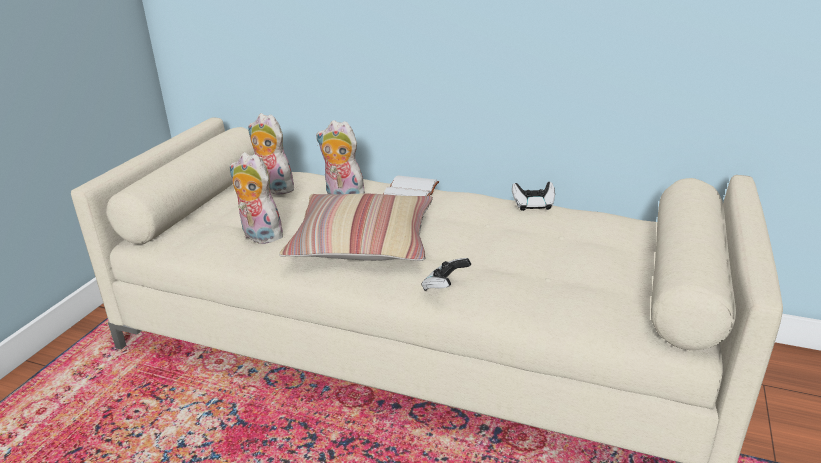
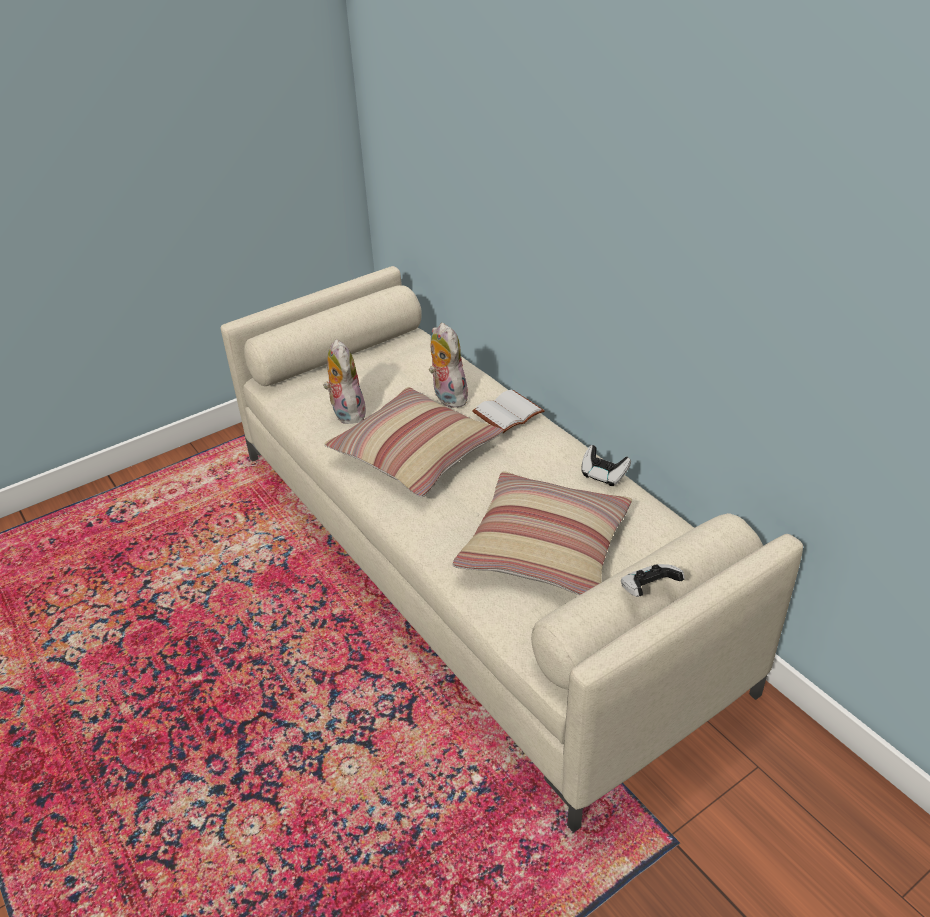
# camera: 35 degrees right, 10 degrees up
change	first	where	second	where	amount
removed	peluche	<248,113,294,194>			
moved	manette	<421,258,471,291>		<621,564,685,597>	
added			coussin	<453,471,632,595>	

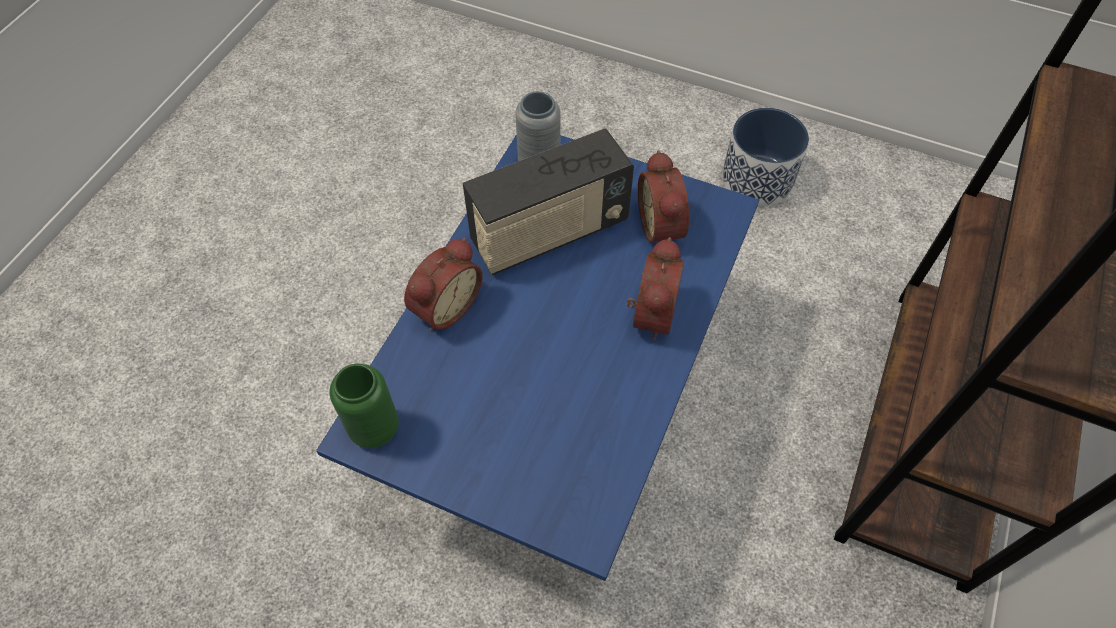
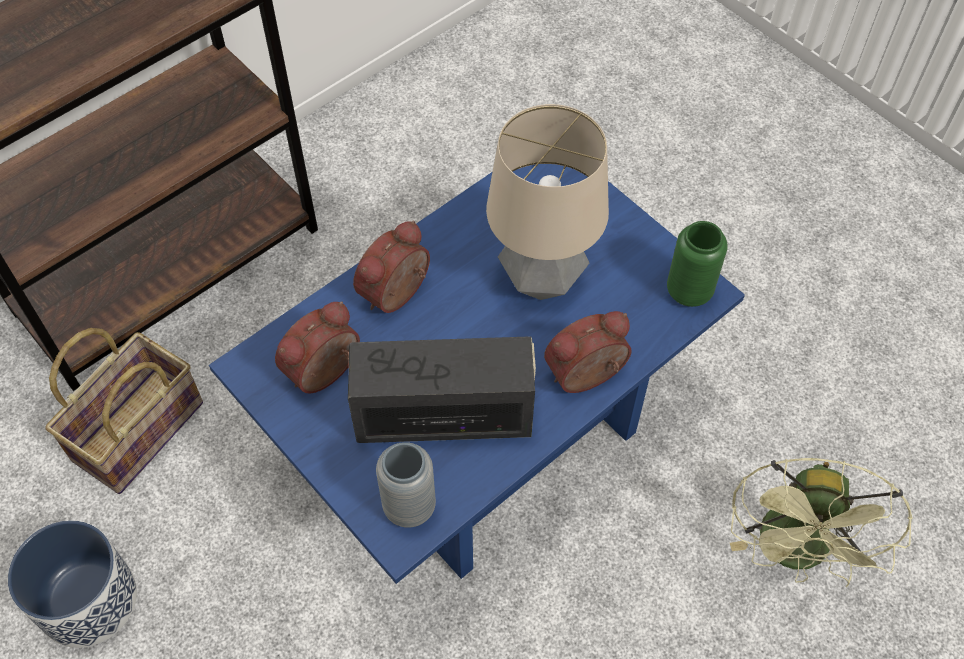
# camera: 155 degrees left, 0 degrees up
change	first	where	second	where	amount
turned	réveil	<638,150,689,243>		<275,301,360,393>	150 degrees counterclockwise
added			panier	<46,328,203,494>	
added			lampe de table	<486,104,609,300>	
added			ventilateur (vert)	<730,458,912,587>	

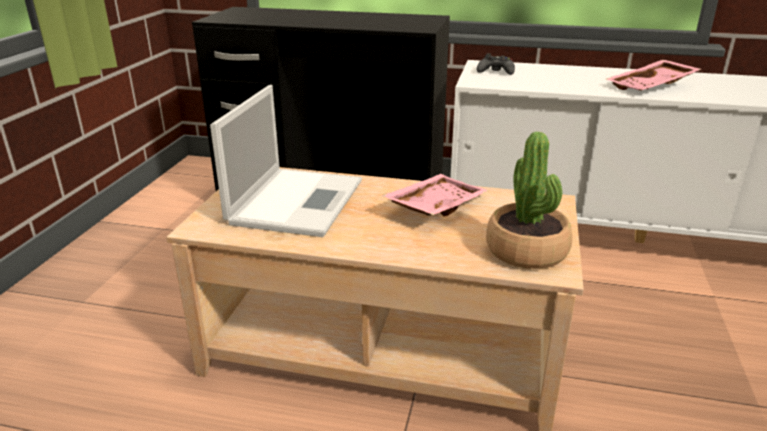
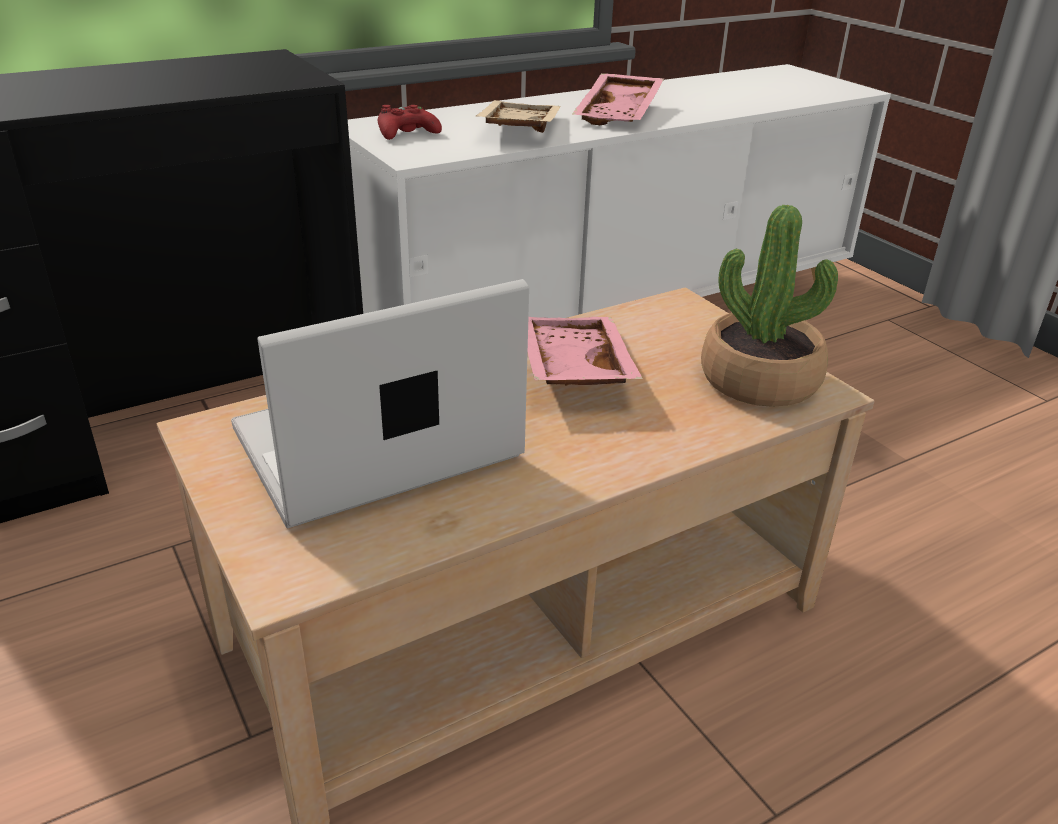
# camera: 45 degrees left, 5 degrees up
change	first	where	second	where	amount
turned	ordinateur portable	<210,85,362,237>		<231,279,529,528>	90 degrees counterclockwise
recoloured	manette (noir)	<477,53,515,75>	manette (rouge)	<378,105,442,140>	
added			plateau (beige)	<476,100,561,133>	

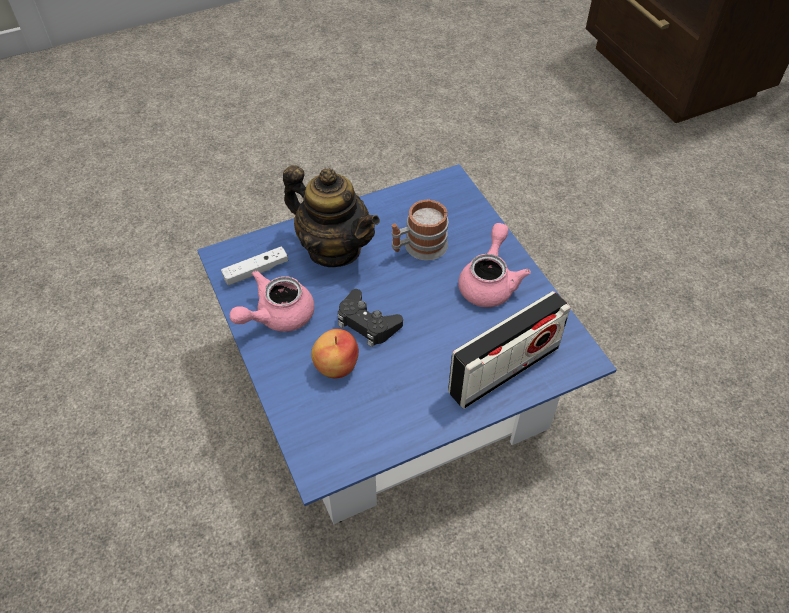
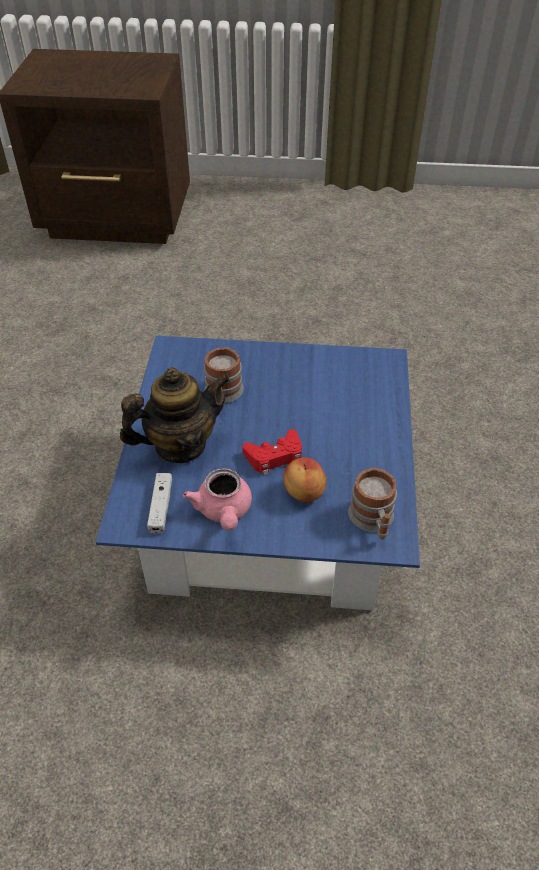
# camera: 60 degrees left, 5 degrees down
change	first	where	second	where	amount
recoloured	manette (noir)	<338,289,403,347>	manette (rouge)	<242,429,302,476>	
removed	radio	<448,291,571,409>			
removed	théière (rose)	<458,223,531,307>			
added			mug	<348,468,397,539>	

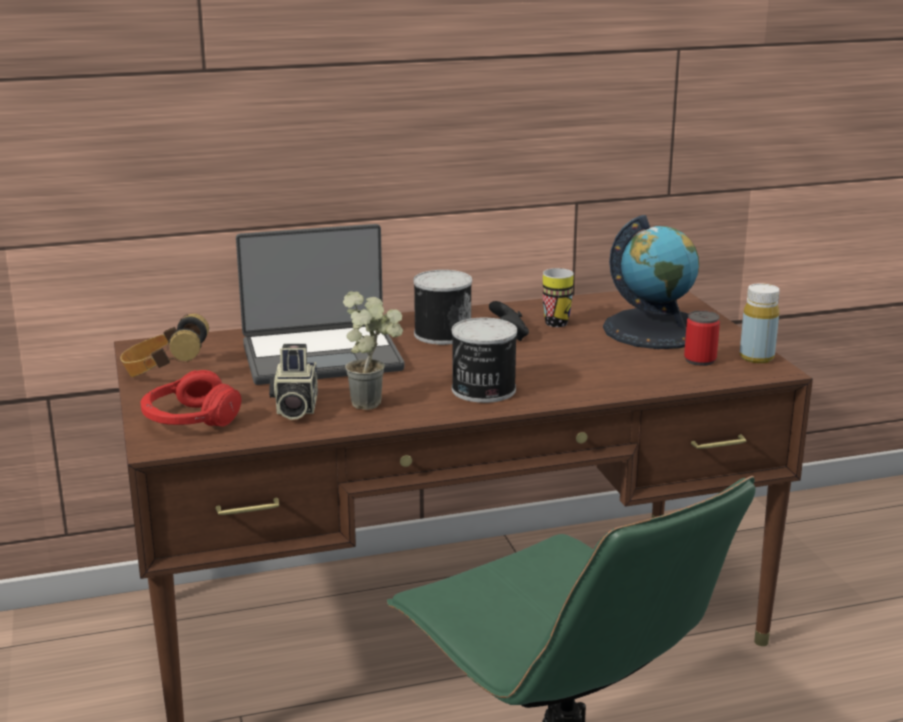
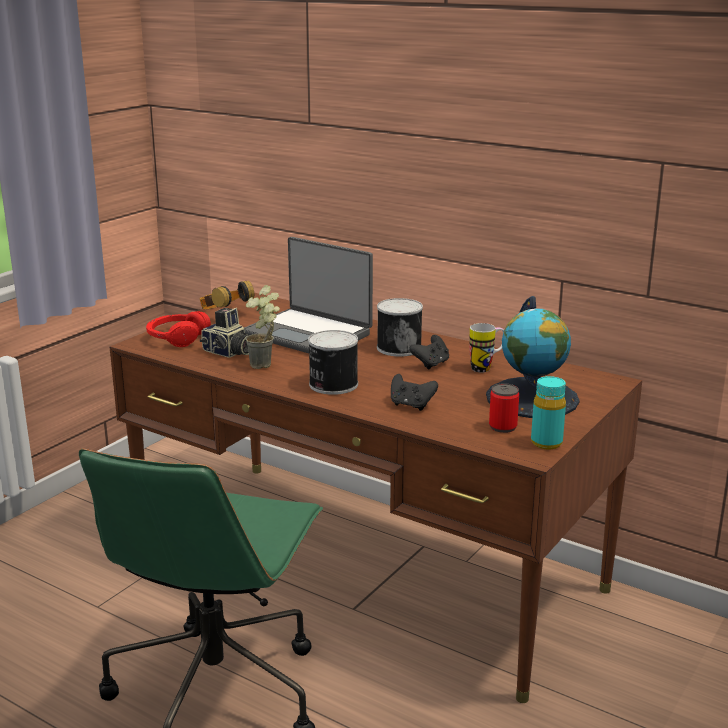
# camera: 50 degrees right, 0 degrees up
change	first	where	second	where	amount
turned	appareil photo	<269,344,318,420>		<200,308,249,358>	105 degrees counterclockwise
recoloured	bouteille (jaune)	<740,283,780,363>	bouteille (turquoise)	<531,376,566,449>	
added			manette (noir)	<391,374,438,411>	

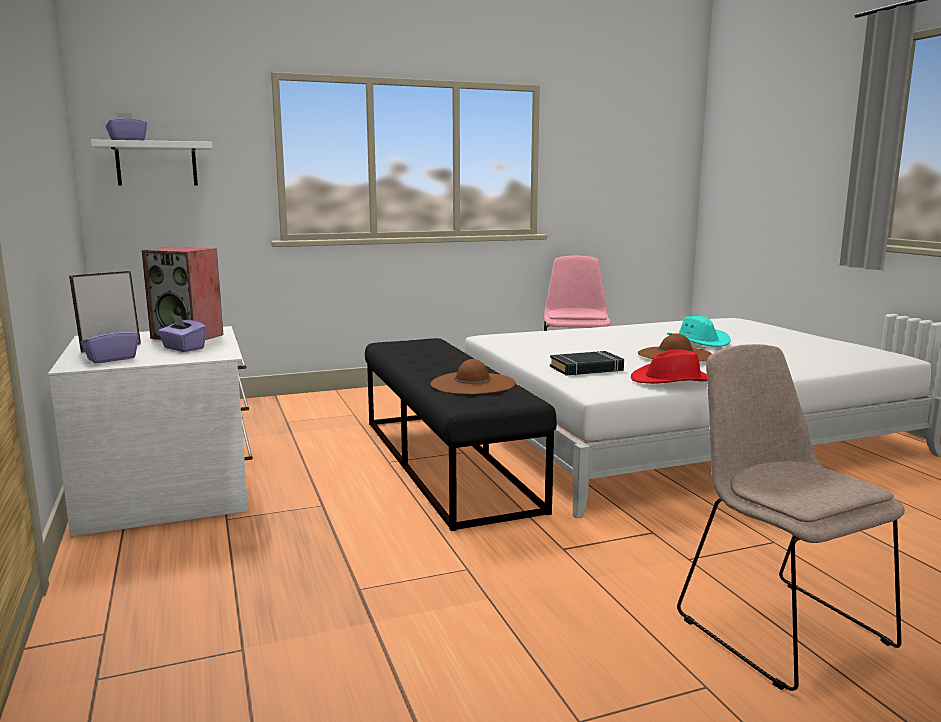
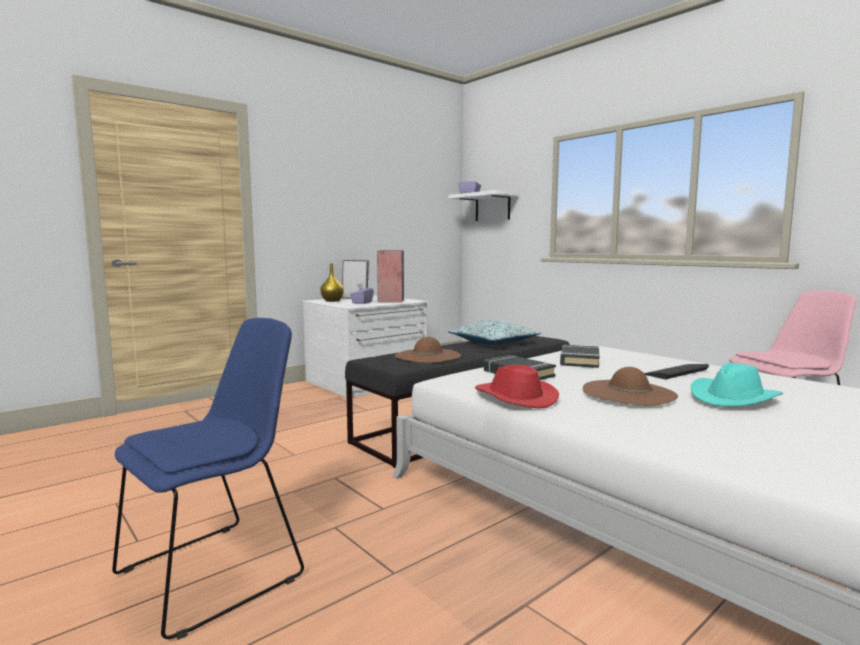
# camera: 70 degrees right, 5 degrees down
change	first	where	second	where	amount
replaced	boîte à mouchoirs (violet)	<81,321,139,363>	vase (jaune)	<320,263,344,302>	
recoloured	chaise (beige)	<677,344,905,691>	chaise (bleu)	<112,318,304,640>	
added			coussin	<448,320,542,344>	
added			livre (noir)	<560,345,600,368>	
added			clavier	<644,364,709,379>	

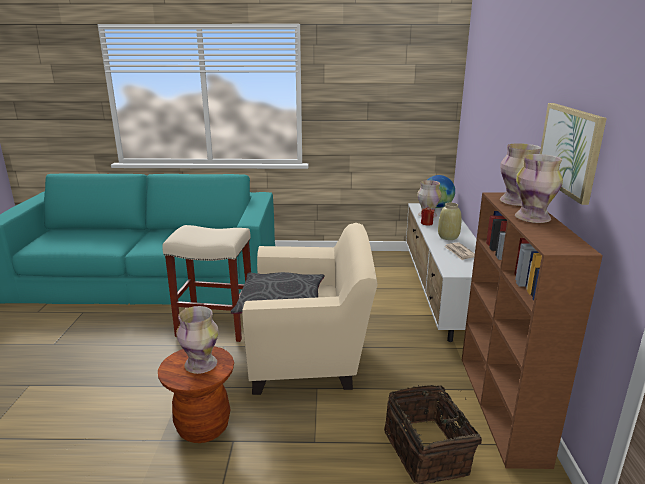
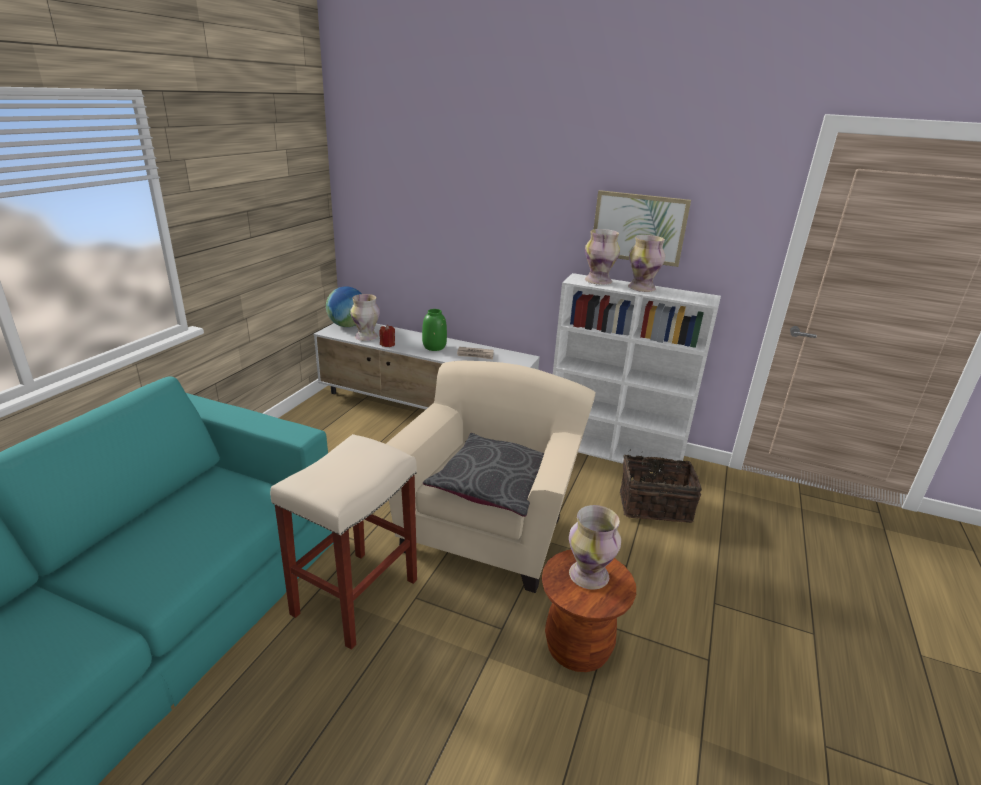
# camera: 70 degrees left, 5 degrees up
change	first	where	second	where	amount
recoloured	vase (beige)	<438,203,461,240>	vase (vert)	<422,309,447,351>	
recoloured	bibliothèque (marron)	<462,192,603,469>	bibliothèque (blanc)	<553,273,721,472>	

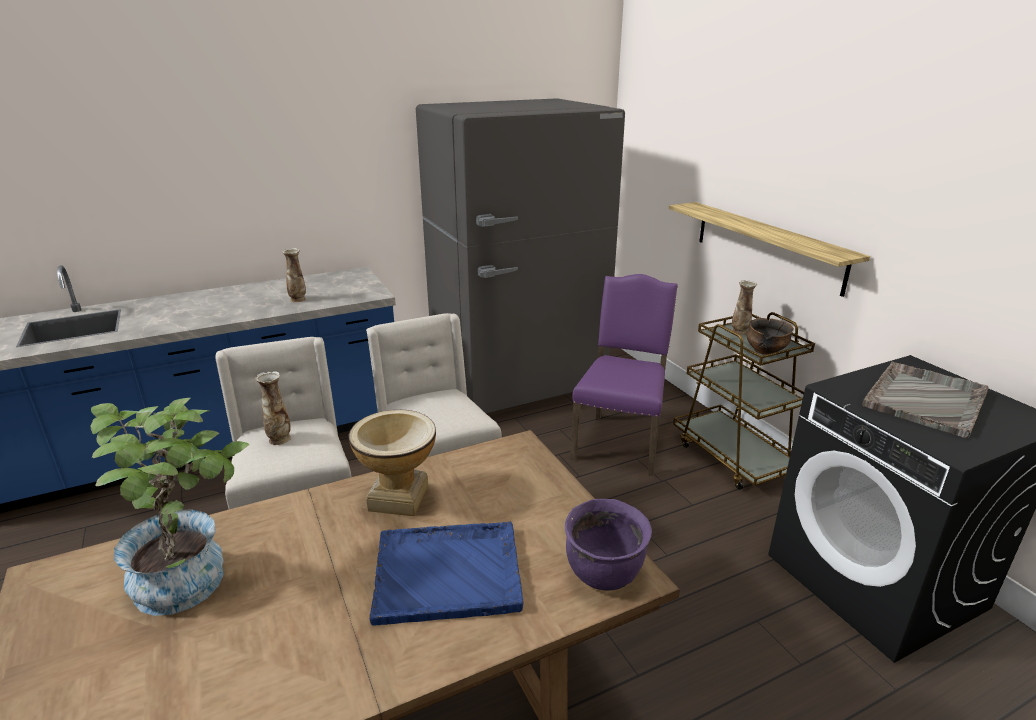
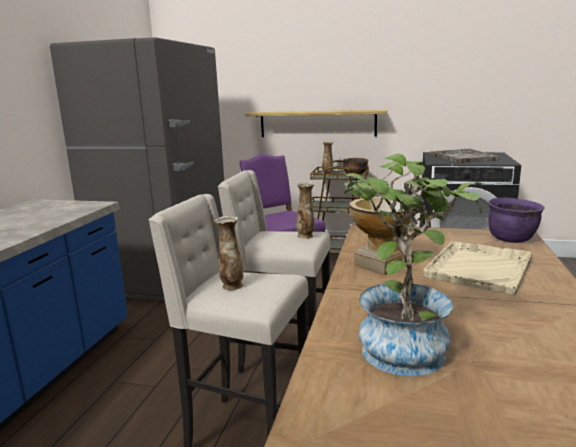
# camera: 50 degrees left, 10 degrees down
change	first	where	second	where	amount
moved	vase	<282,248,306,302>		<296,182,315,239>	
recoloured	plateau (bleu)	<369,522,524,626>	plateau (beige)	<423,241,532,295>	

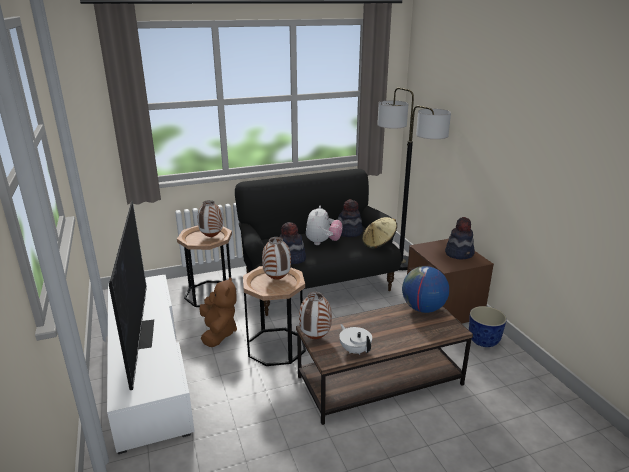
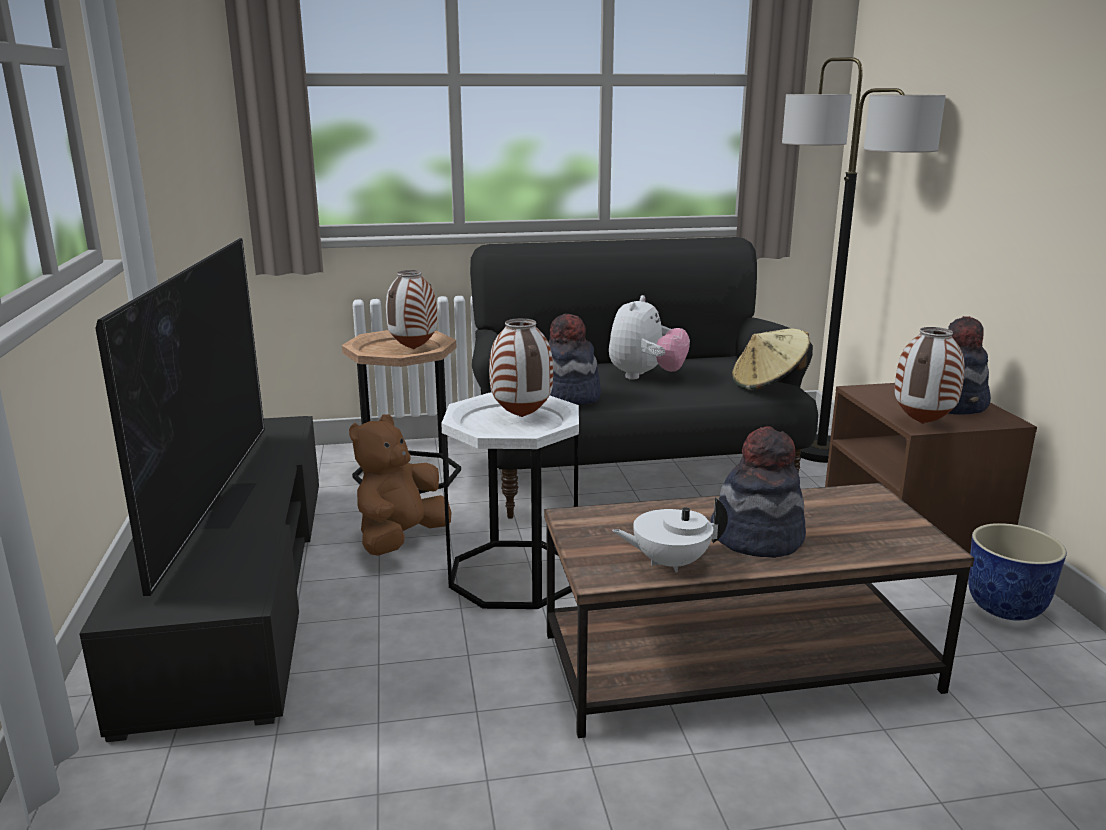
# camera: 10 degrees right, 5 degrees down
change	first	where	second	where	amount
recoloured	meuble télé (blanc)	<107,275,195,454>	meuble télé (noir)	<79,416,319,742>	
turned	peluche (marron)	<200,277,237,347>		<349,414,451,556>	150 degrees counterclockwise
recoloured	table d'appoint (marron)	<243,266,306,366>	table d'appoint (blanc)	<441,392,579,609>	
moved	vase	<299,291,332,339>		<895,327,965,424>	
moved	chapeau	<338,199,363,237>		<711,426,806,558>	
turned	théière (blanc)	<339,324,372,355>		<612,497,728,573>	75 degrees counterclockwise
removed	globe	<402,266,449,313>			

